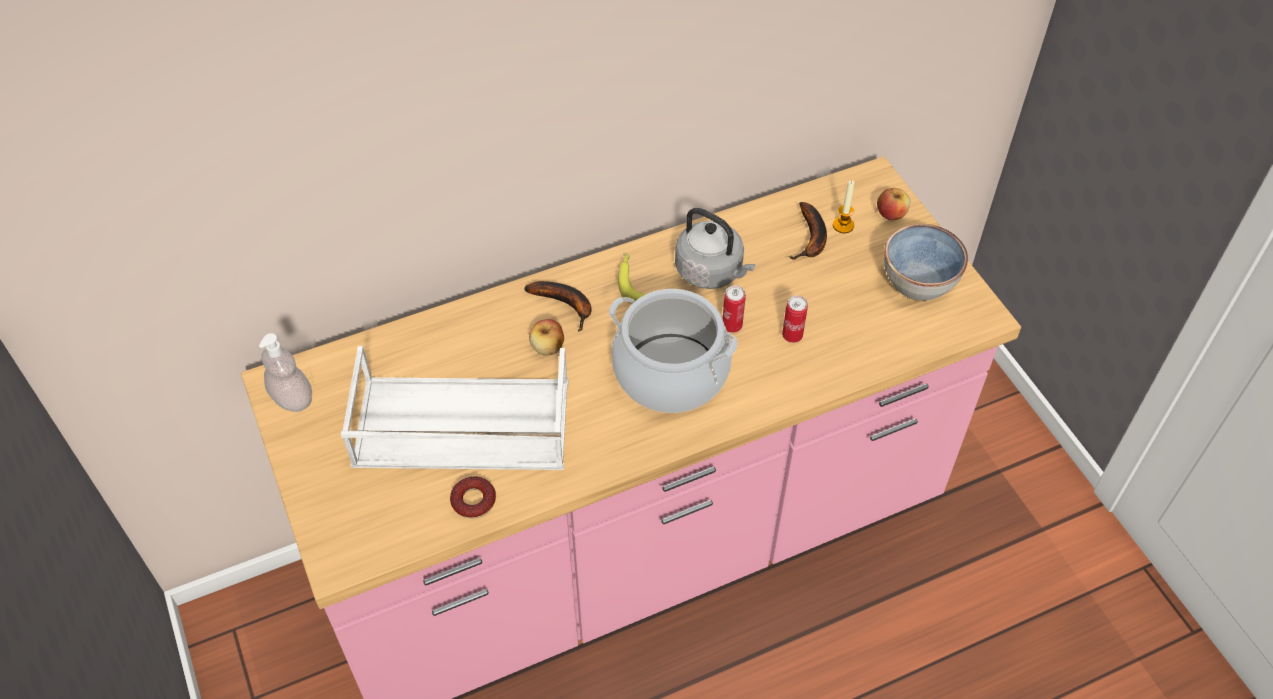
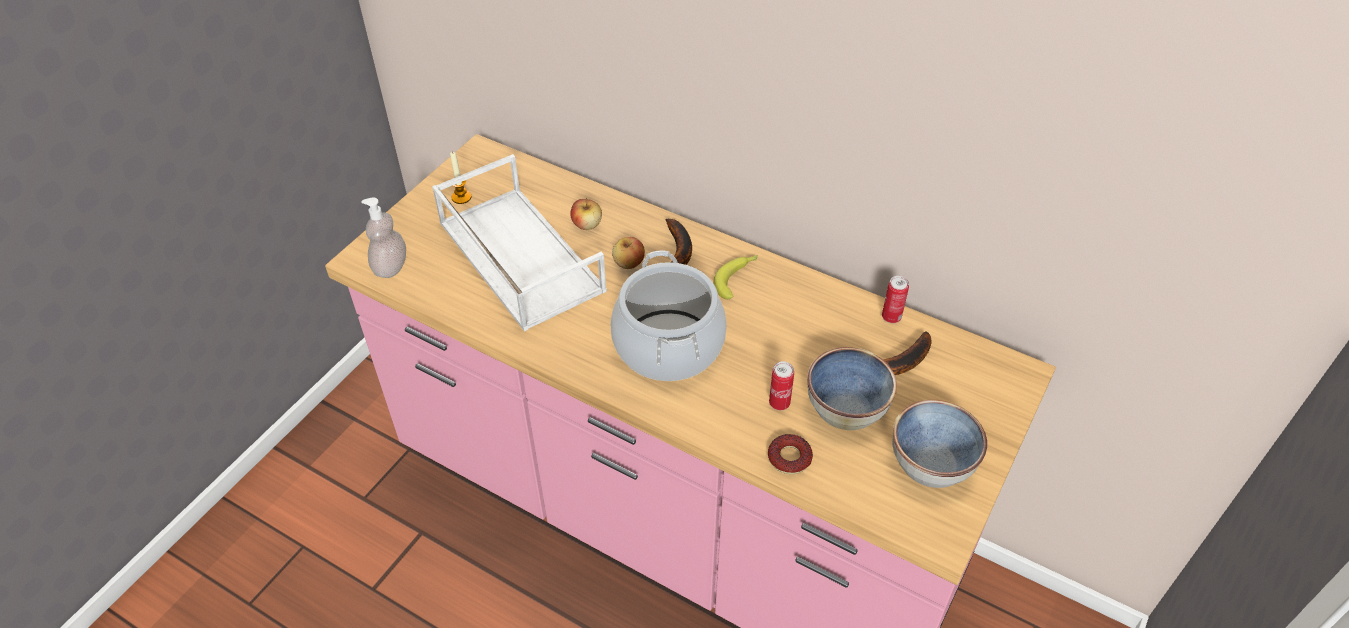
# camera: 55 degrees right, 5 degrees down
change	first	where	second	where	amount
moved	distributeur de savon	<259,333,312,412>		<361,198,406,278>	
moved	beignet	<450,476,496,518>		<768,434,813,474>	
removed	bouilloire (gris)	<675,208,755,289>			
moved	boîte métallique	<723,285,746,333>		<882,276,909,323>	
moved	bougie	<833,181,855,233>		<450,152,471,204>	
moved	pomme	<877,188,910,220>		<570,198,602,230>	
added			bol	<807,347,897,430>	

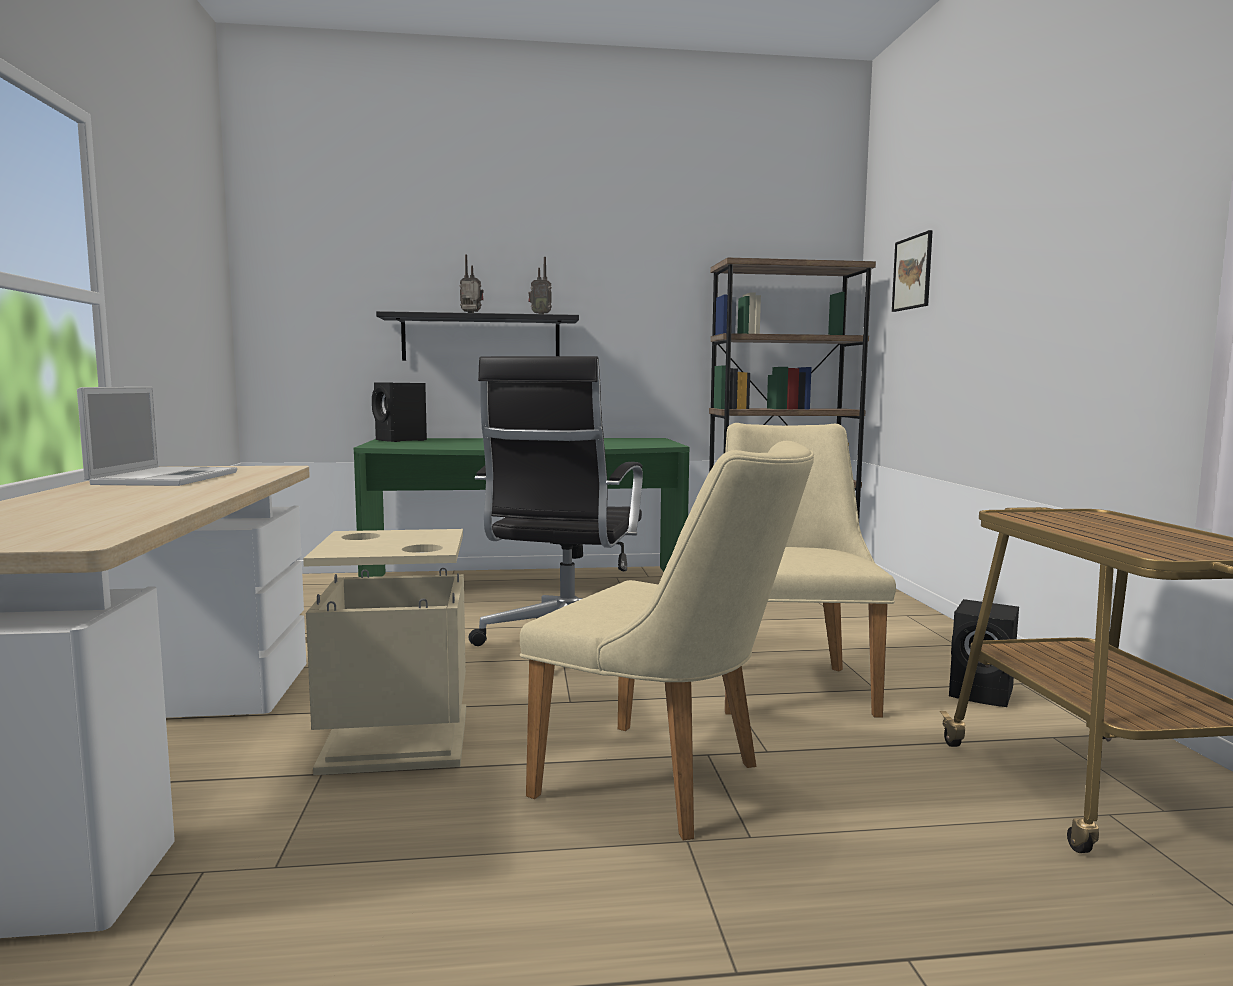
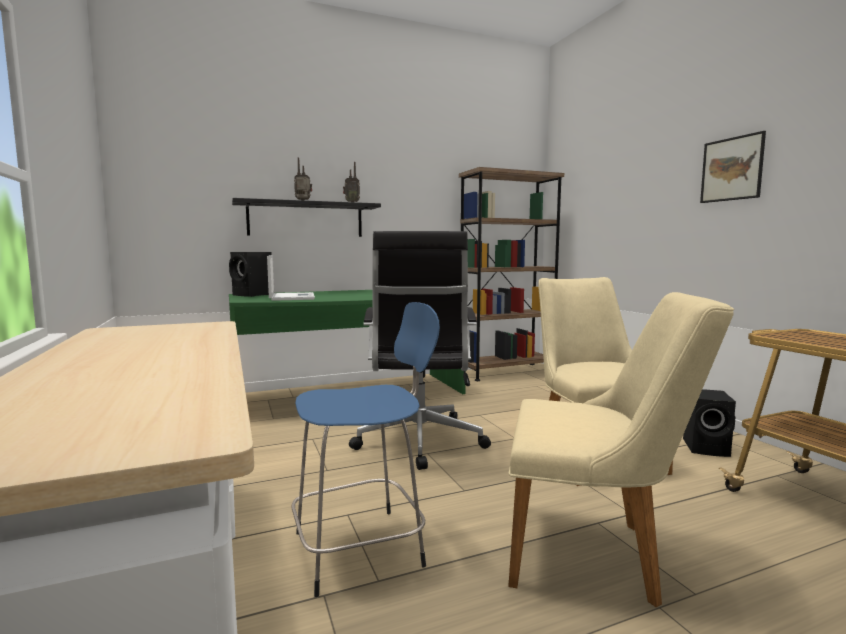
# camera: 15 degrees left, 0 degrees up
change	first	where	second	where	amount
moved	ordinateur portable	<77,387,237,486>		<267,255,315,301>	
replaced	poubelle (beige)	<303,529,466,775>	tabouret (bleu)	<292,302,440,597>	
moved	tableau	<892,230,933,312>		<700,131,766,203>	

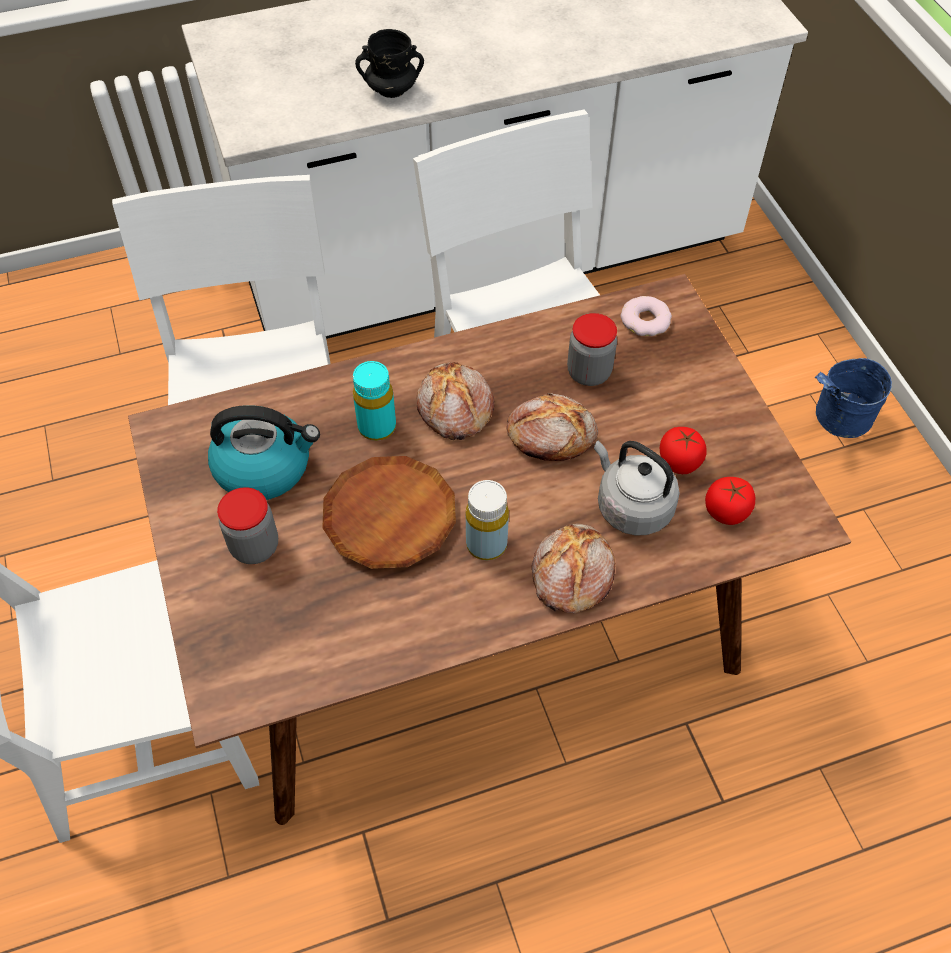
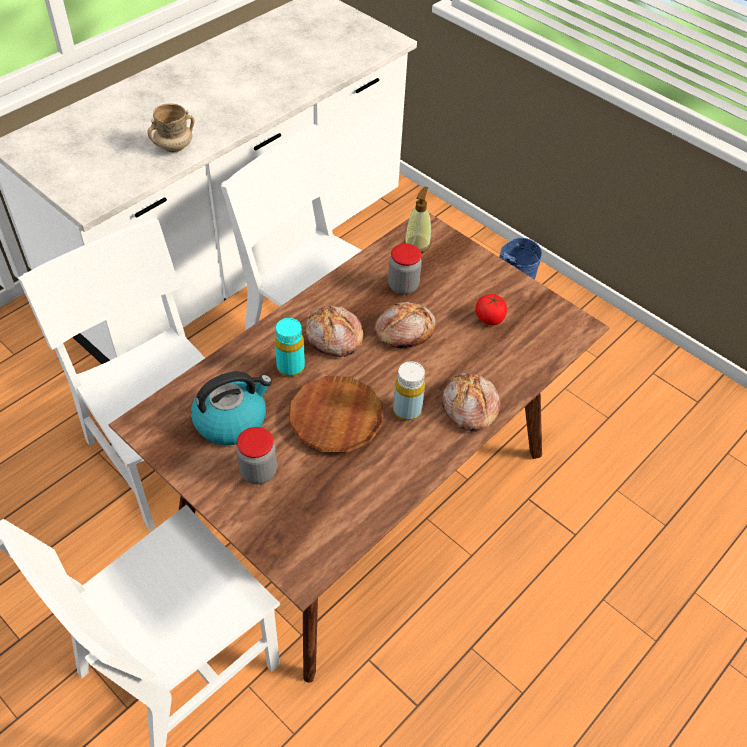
# camera: 30 degrees left, 5 degrees down
change	first	where	second	where	amount
recoloured	mug (noir)	<355,29,424,98>	mug (beige)	<147,103,194,152>	
removed	bouilloire (gris)	<594,441,680,536>			
replaced	beignet	<620,296,672,336>	distributeur de savon	<404,187,431,253>	
removed	tomate	<705,477,755,525>			

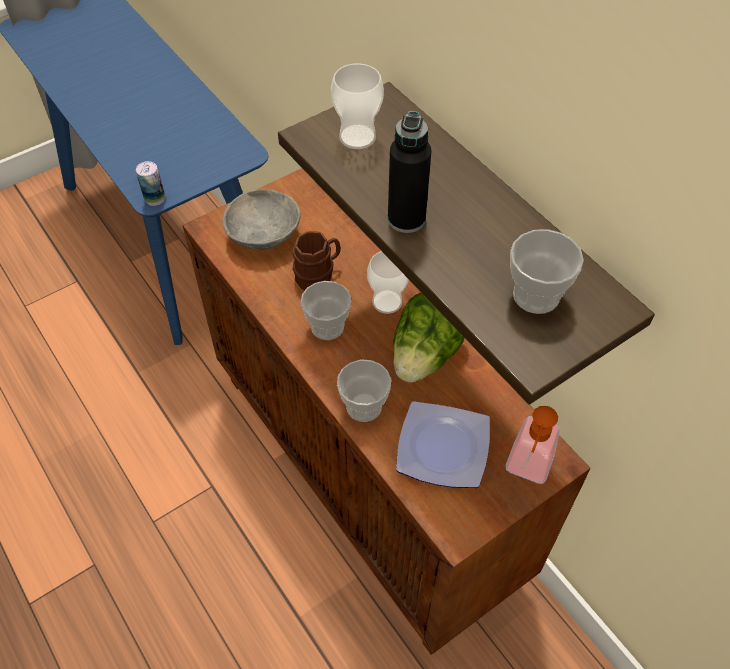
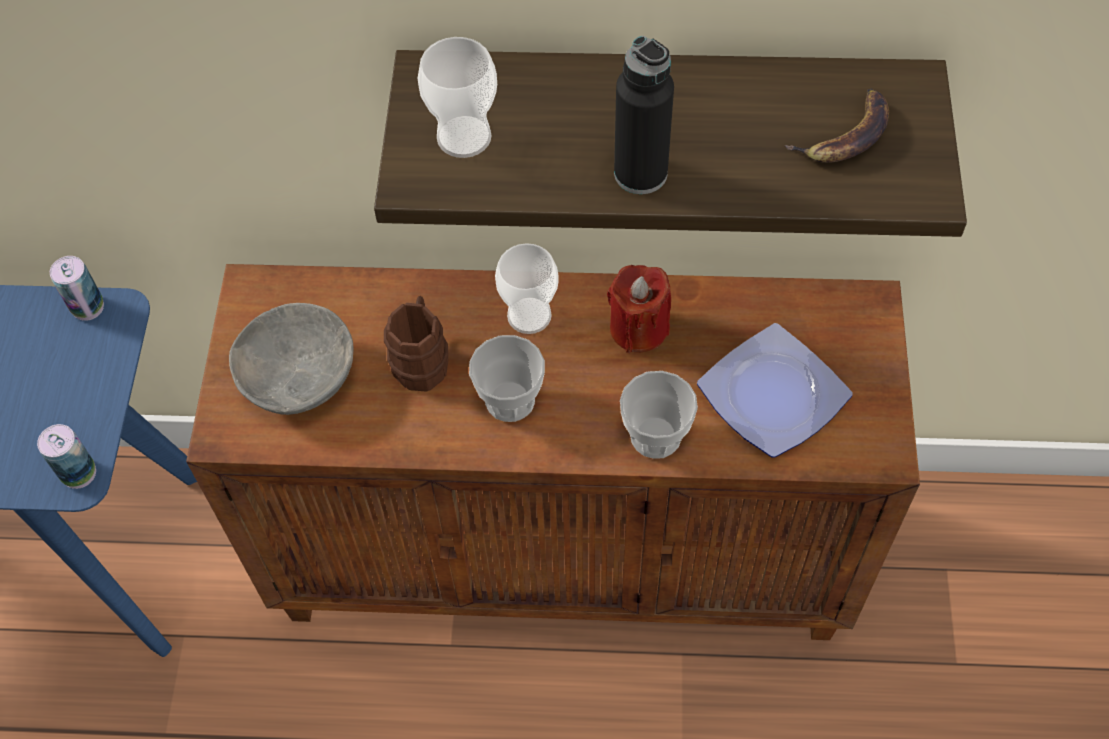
# camera: 50 degrees left, 5 degrees up
change	first	where	second	where	amount
replaced	laitue	<393,293,464,382>	bougie (rouge)	<607,265,671,353>	
removed	distributeur de savon	<506,406,560,484>			
replaced	tasse	<510,229,584,314>	banane	<784,88,889,163>	
added			boîte métallique	<50,256,104,321>	

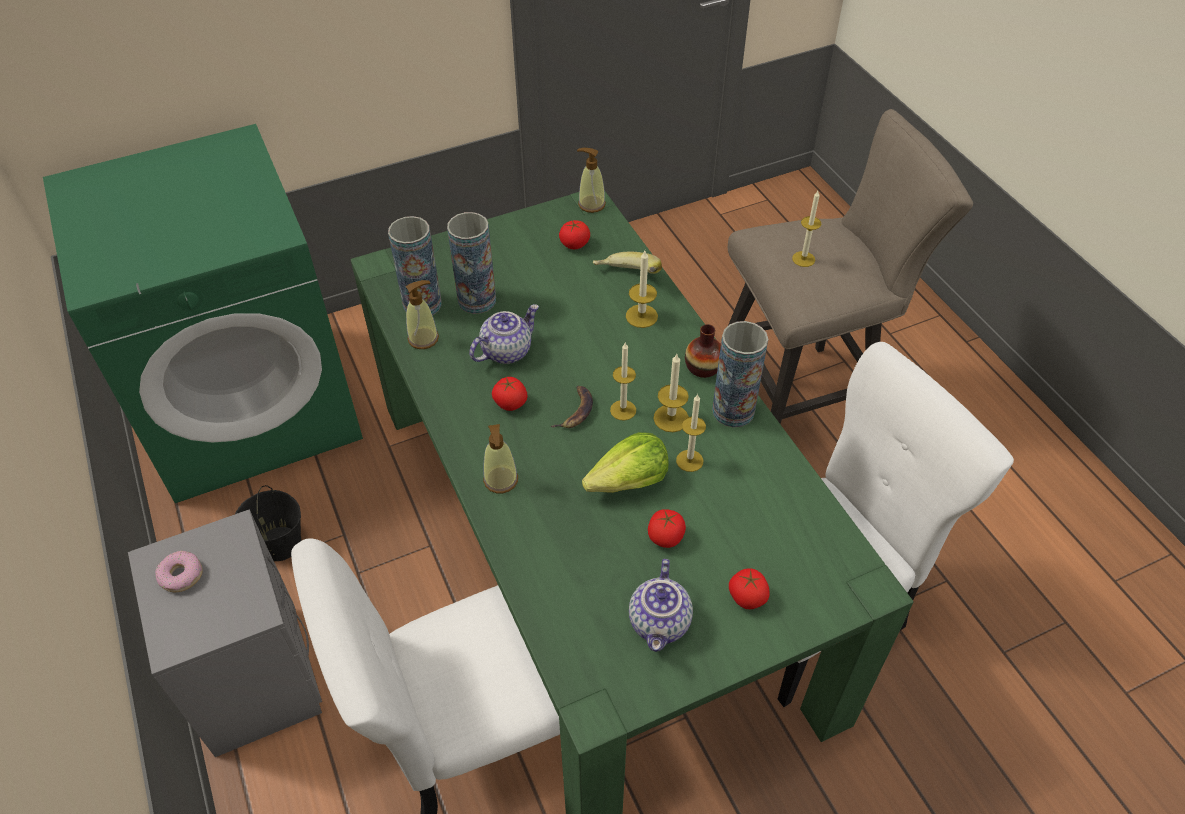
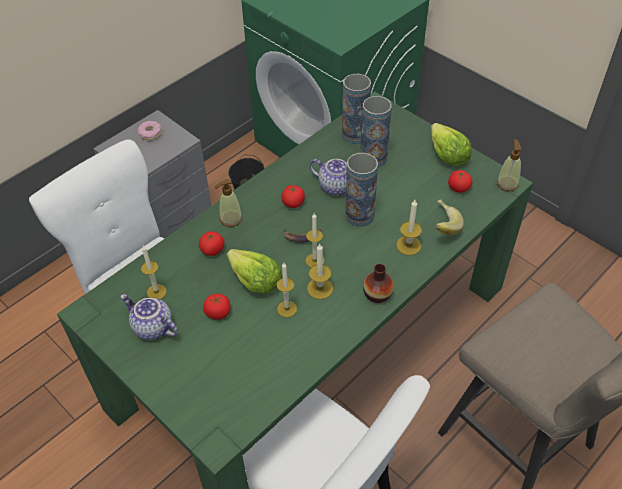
# camera: 70 degrees right, 0 degrees up
change	first	where	second	where	amount
removed	distributeur de savon	<406,280,439,349>			
turned	théière	<629,559,693,652>		<121,294,178,340>	45 degrees clockwise
moved	vase	<712,321,768,427>		<345,153,378,227>	
moved	tomate	<729,568,770,609>		<199,231,225,256>	
moved	bougie	<792,191,821,267>		<141,246,167,299>	
added			laitue	<431,123,472,166>	

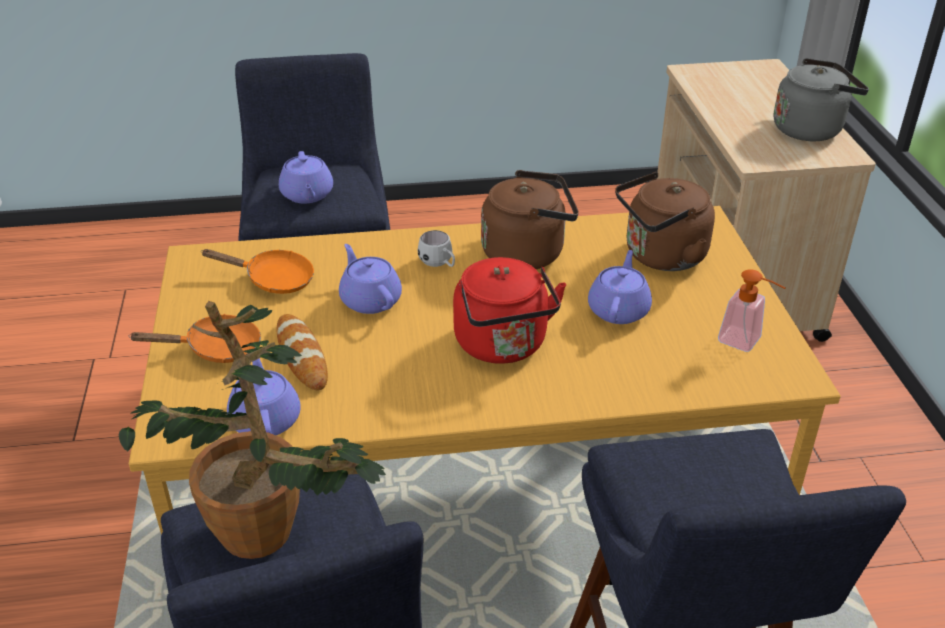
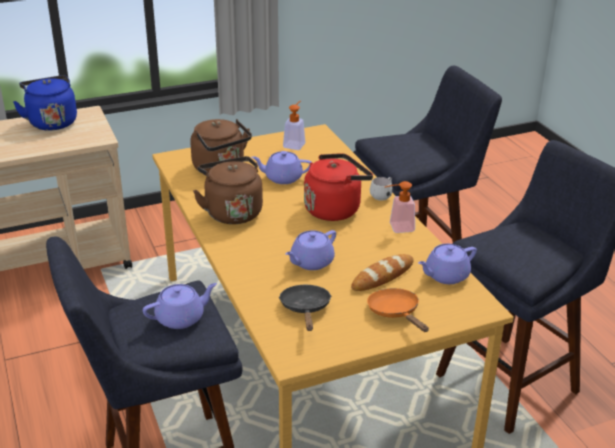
# camera: 105 degrees left, 5 degrees down
change	first	where	second	where	amount
removed	plante en pot	<119,301,386,559>			
recoloured	poêle (orange)	<201,249,314,294>	poêle (noir)	<279,285,332,331>	
moved	mug (blanc)	<418,230,455,267>		<370,177,393,201>	
recoloured	bouilloire (gris)	<774,58,869,141>	bouilloire (bleu)	<13,75,77,131>	
added			distributeur de savon	<385,181,415,233>	

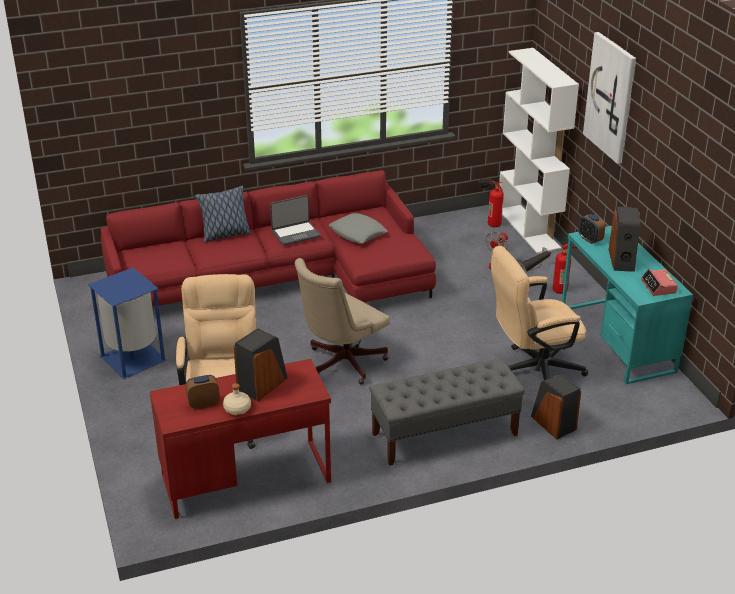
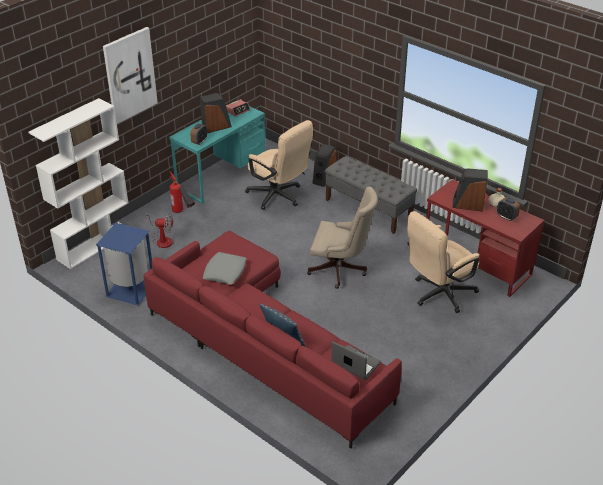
# camera: 120 degrees left, 5 degrees up
change	first	where	second	where	amount
moved	poubelle (bleu)	<88,268,167,379>		<96,223,152,305>	
moved	ordinateur portable	<270,195,321,246>		<331,341,381,380>	
removed	extincteur	<478,178,504,227>			

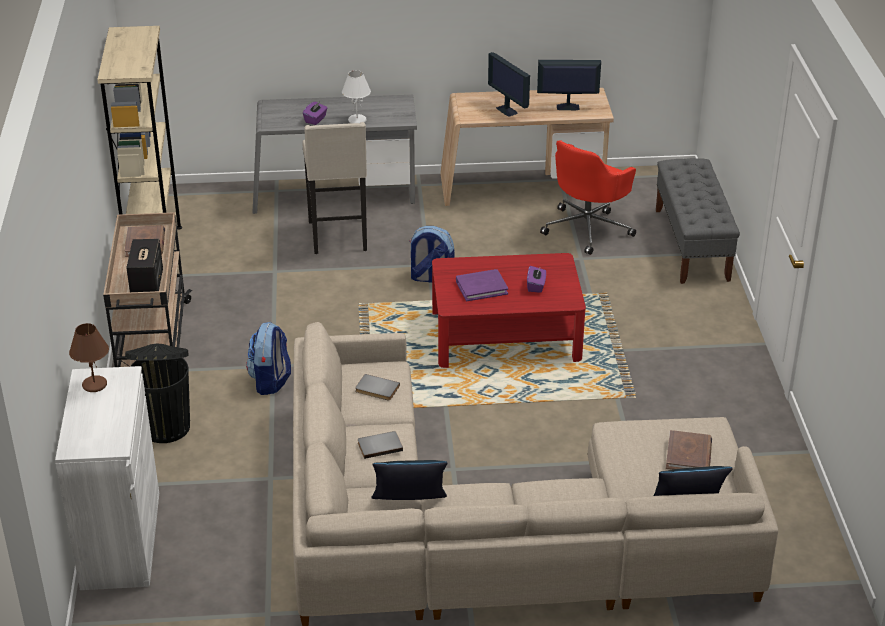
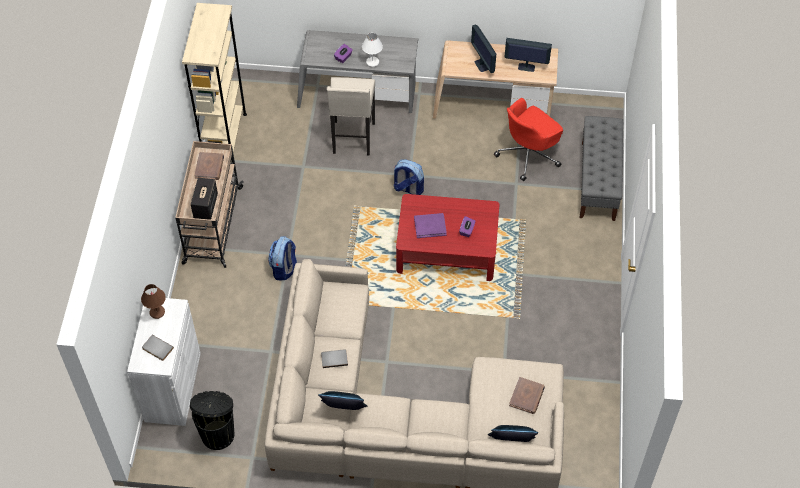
# camera: 10 degrees right, 20 degrees up
change	first	where	second	where	amount
moved	poubelle (noir)	<125,344,190,443>		<190,391,234,450>	
moved	livre (gris)	<355,374,400,400>		<142,335,174,361>	

